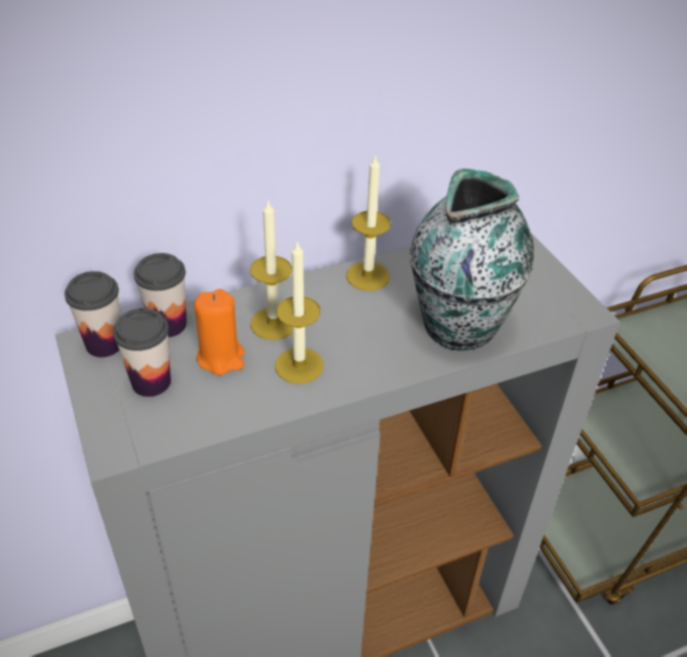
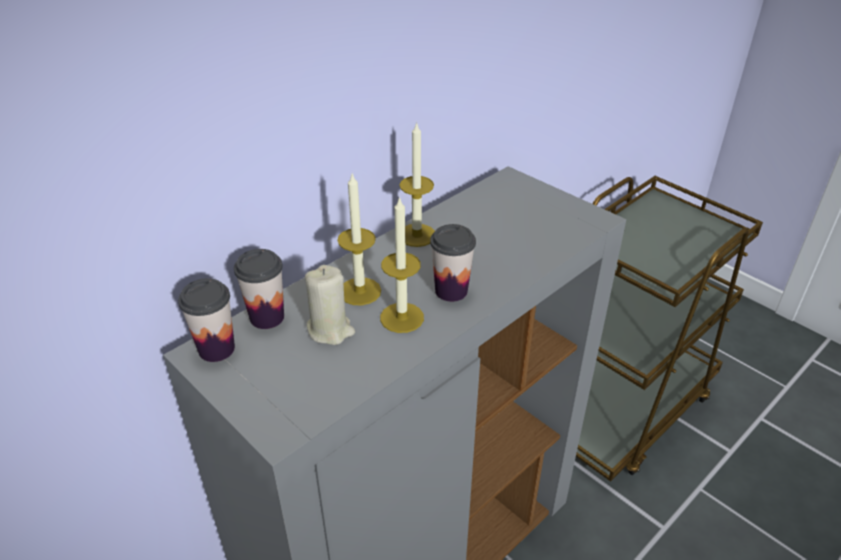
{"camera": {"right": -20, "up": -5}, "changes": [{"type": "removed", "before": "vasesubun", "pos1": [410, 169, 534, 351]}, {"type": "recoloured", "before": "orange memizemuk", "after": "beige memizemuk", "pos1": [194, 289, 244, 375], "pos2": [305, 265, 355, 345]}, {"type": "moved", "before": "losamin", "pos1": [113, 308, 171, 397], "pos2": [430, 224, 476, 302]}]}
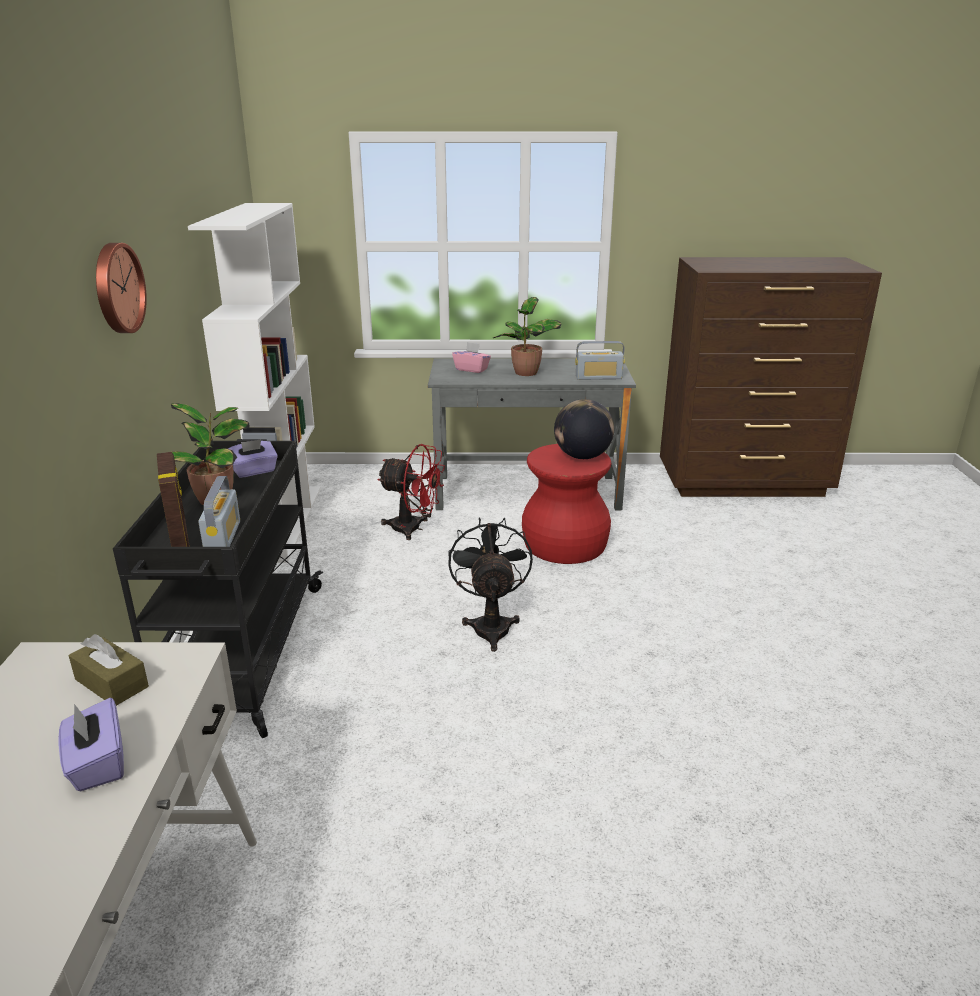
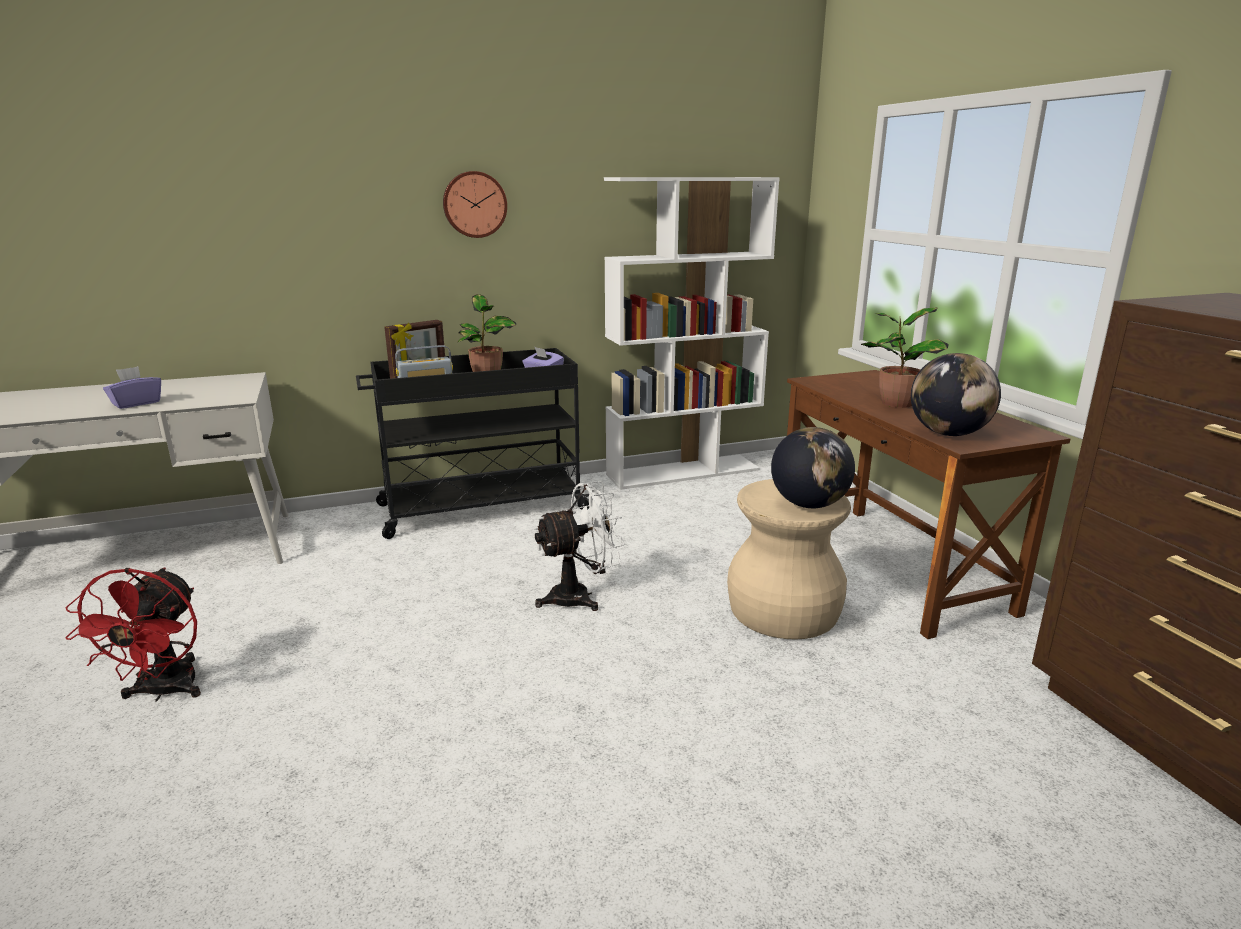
{"camera": {"right": 70, "up": -5}, "changes": [{"type": "replaced", "before": "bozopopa", "after": "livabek", "pos1": [576, 341, 625, 380], "pos2": [911, 353, 1001, 436]}, {"type": "removed", "before": "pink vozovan", "pos1": [452, 342, 491, 373]}, {"type": "recoloured", "before": "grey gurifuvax", "after": "brown gurifuvax", "pos1": [428, 358, 636, 510], "pos2": [787, 370, 1070, 639]}, {"type": "moved", "before": "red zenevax", "pos1": [377, 444, 445, 540], "pos2": [66, 568, 201, 702]}, {"type": "recoloured", "before": "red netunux", "after": "beige netunux", "pos1": [522, 444, 611, 564], "pos2": [727, 479, 851, 639]}, {"type": "recoloured", "before": "black zenevax", "after": "white zenevax", "pos1": [448, 517, 533, 652], "pos2": [534, 481, 625, 611]}, {"type": "removed", "before": "brown vozovan", "pos1": [69, 634, 149, 706]}]}
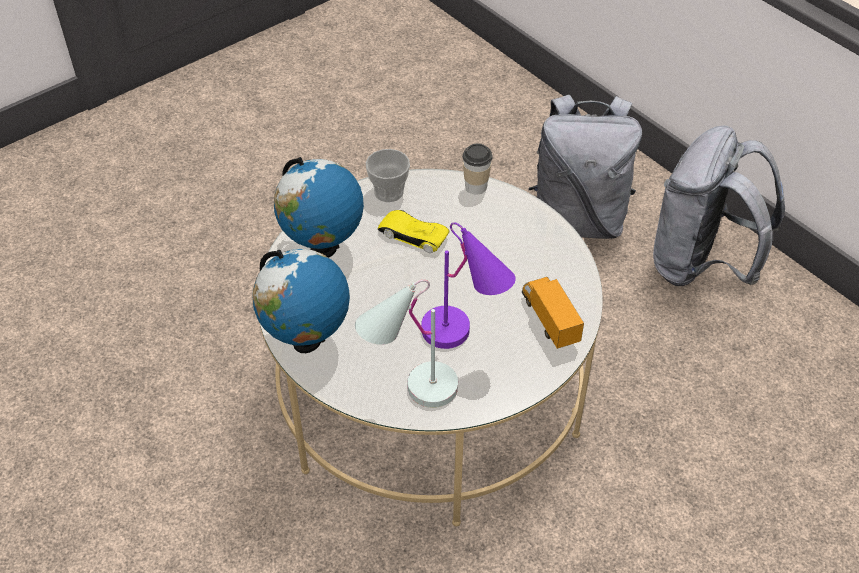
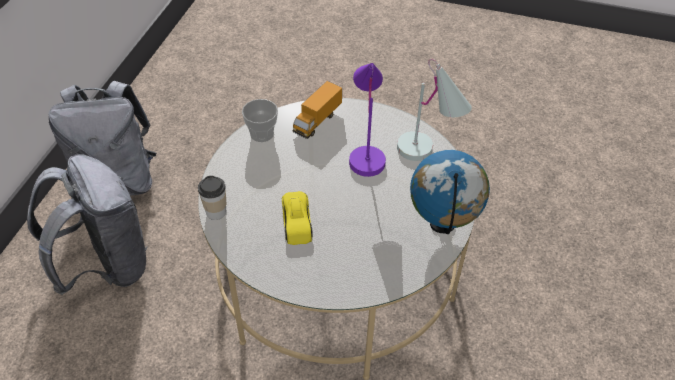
{"camera": {"right": -125, "up": 0}, "changes": [{"type": "moved", "before": "losamin", "pos1": [366, 149, 410, 202], "pos2": [242, 99, 278, 142]}, {"type": "removed", "before": "livabek", "pos1": [274, 157, 364, 258]}]}
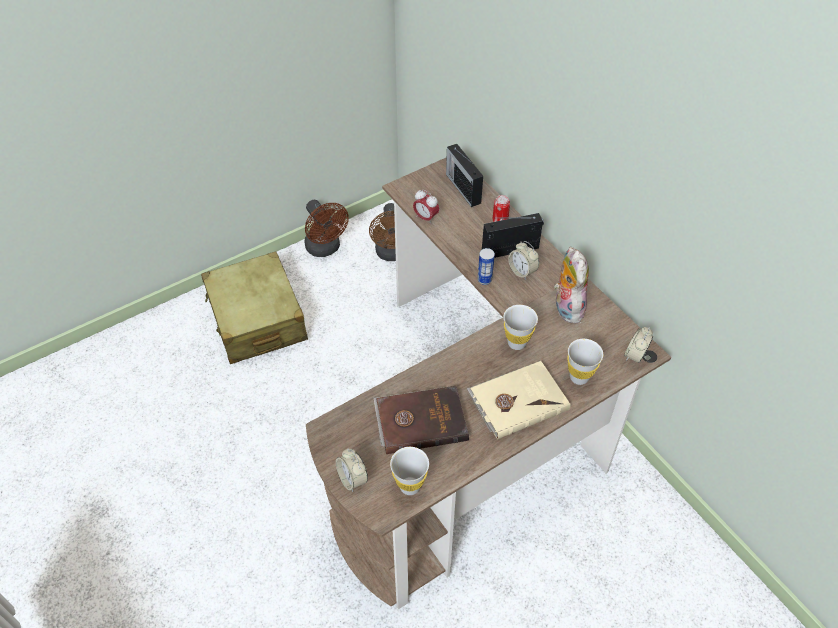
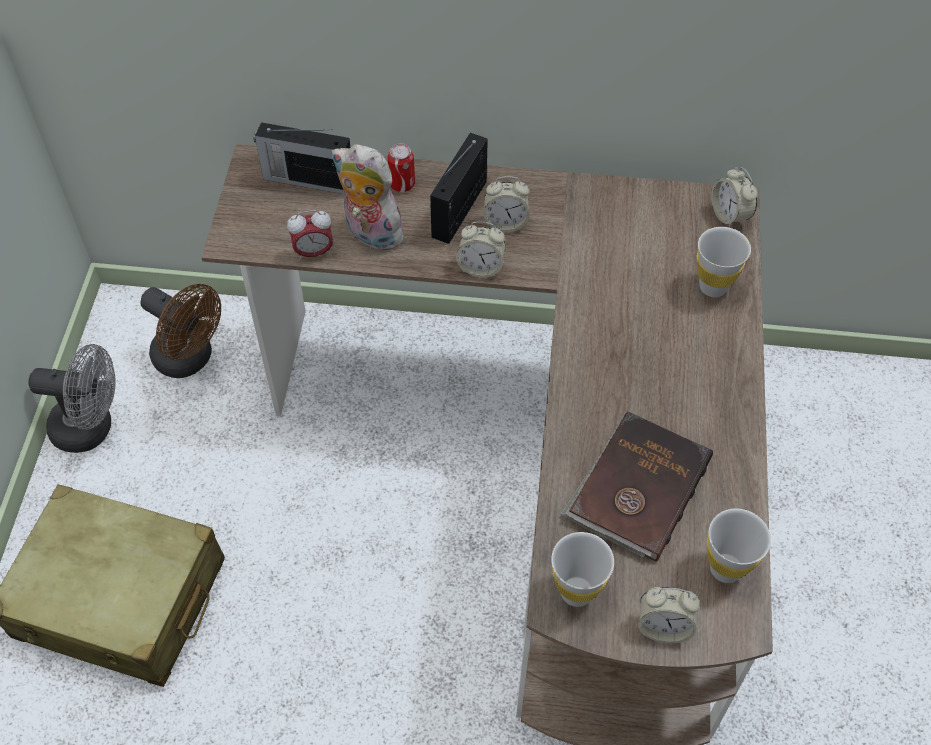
{"camera": {"right": -50, "up": 5}, "changes": [{"type": "recoloured", "before": "brown zenevax", "after": "grey zenevax", "pos1": [304, 200, 349, 257], "pos2": [28, 344, 116, 453]}, {"type": "moved", "before": "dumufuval", "pos1": [554, 247, 589, 324], "pos2": [332, 144, 410, 251]}, {"type": "replaced", "before": "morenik", "after": "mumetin", "pos1": [478, 248, 495, 285], "pos2": [456, 221, 506, 278]}, {"type": "moved", "before": "white losamin", "pos1": [504, 305, 538, 350], "pos2": [551, 532, 614, 607]}, {"type": "removed", "before": "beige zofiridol", "pos1": [467, 361, 571, 439]}]}
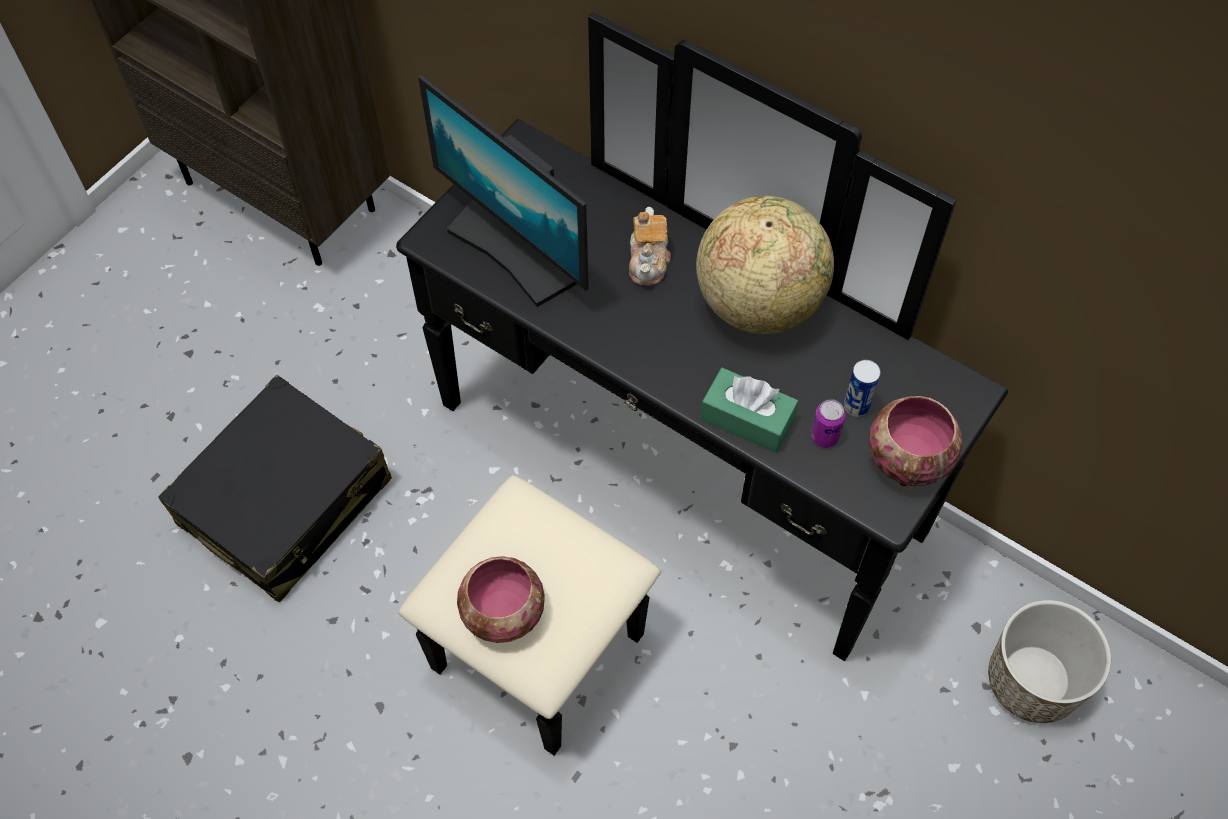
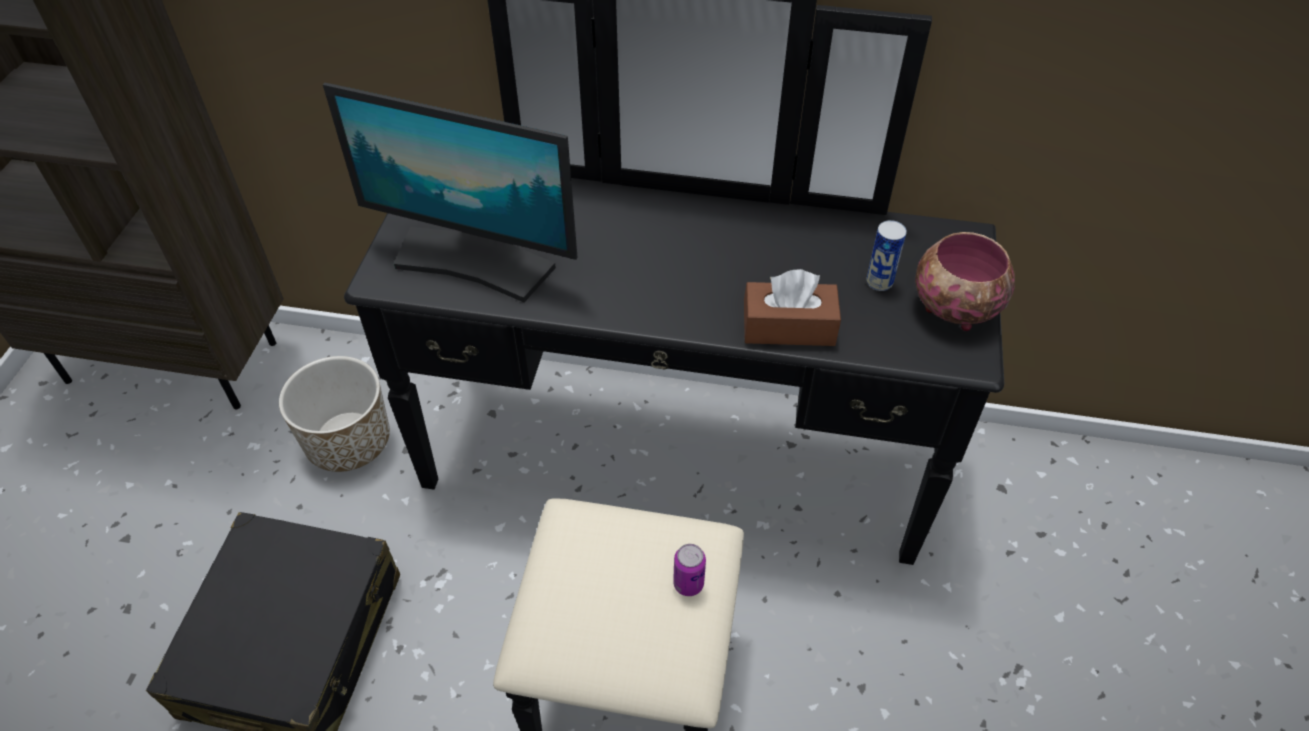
{"camera": {"right": -25, "up": -10}, "changes": [{"type": "removed", "before": "livabek", "pos1": [696, 196, 834, 334]}, {"type": "removed", "before": "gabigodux", "pos1": [629, 207, 671, 286]}, {"type": "recoloured", "before": "green vozovan", "after": "brown vozovan", "pos1": [700, 368, 799, 453], "pos2": [744, 269, 841, 346]}, {"type": "moved", "before": "morenik", "pos1": [811, 399, 846, 448], "pos2": [673, 544, 706, 596]}, {"type": "removed", "before": "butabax", "pos1": [457, 556, 545, 643]}, {"type": "moved", "before": "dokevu", "pos1": [988, 600, 1111, 723], "pos2": [279, 356, 390, 472]}]}
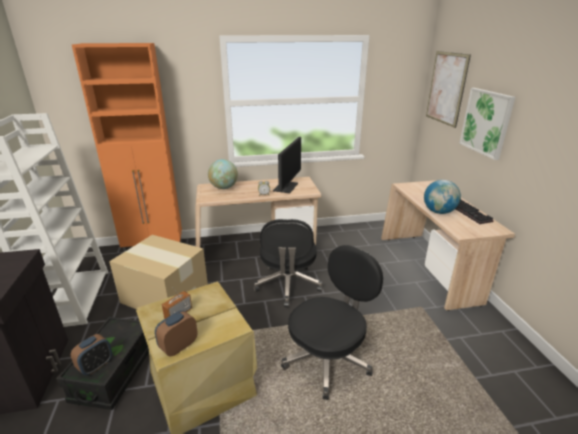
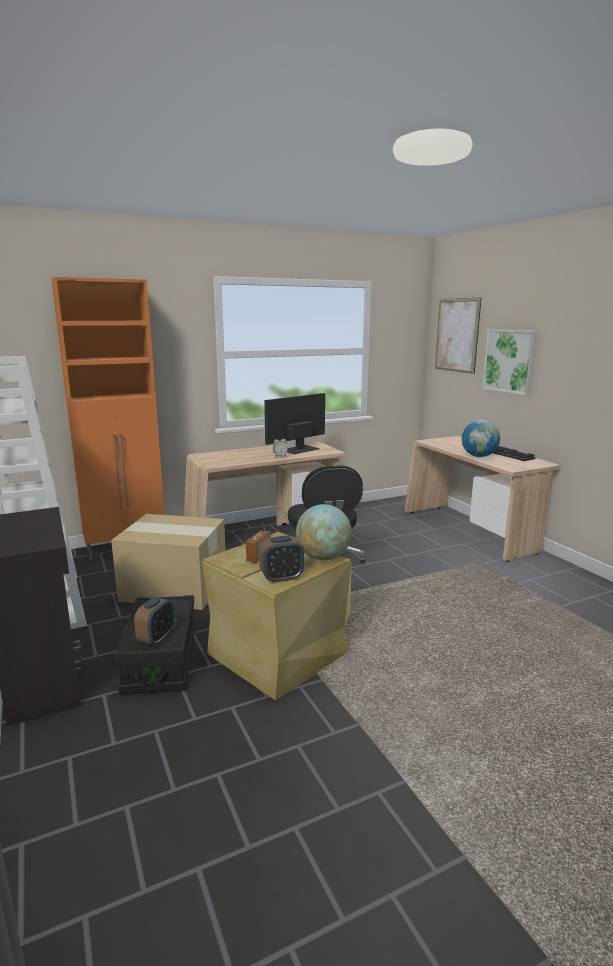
{"camera": {"right": -15, "up": -10}, "changes": [{"type": "turned", "before": "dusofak", "pos1": [273, 137, 301, 193], "pos2": [264, 393, 325, 454], "turn": -135}, {"type": "moved", "before": "livabek", "pos1": [208, 159, 238, 189], "pos2": [296, 504, 352, 560]}, {"type": "removed", "before": "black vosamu", "pos1": [281, 245, 383, 400]}, {"type": "turned", "before": "mumetin", "pos1": [155, 310, 198, 356], "pos2": [259, 536, 304, 583], "turn": -135}]}
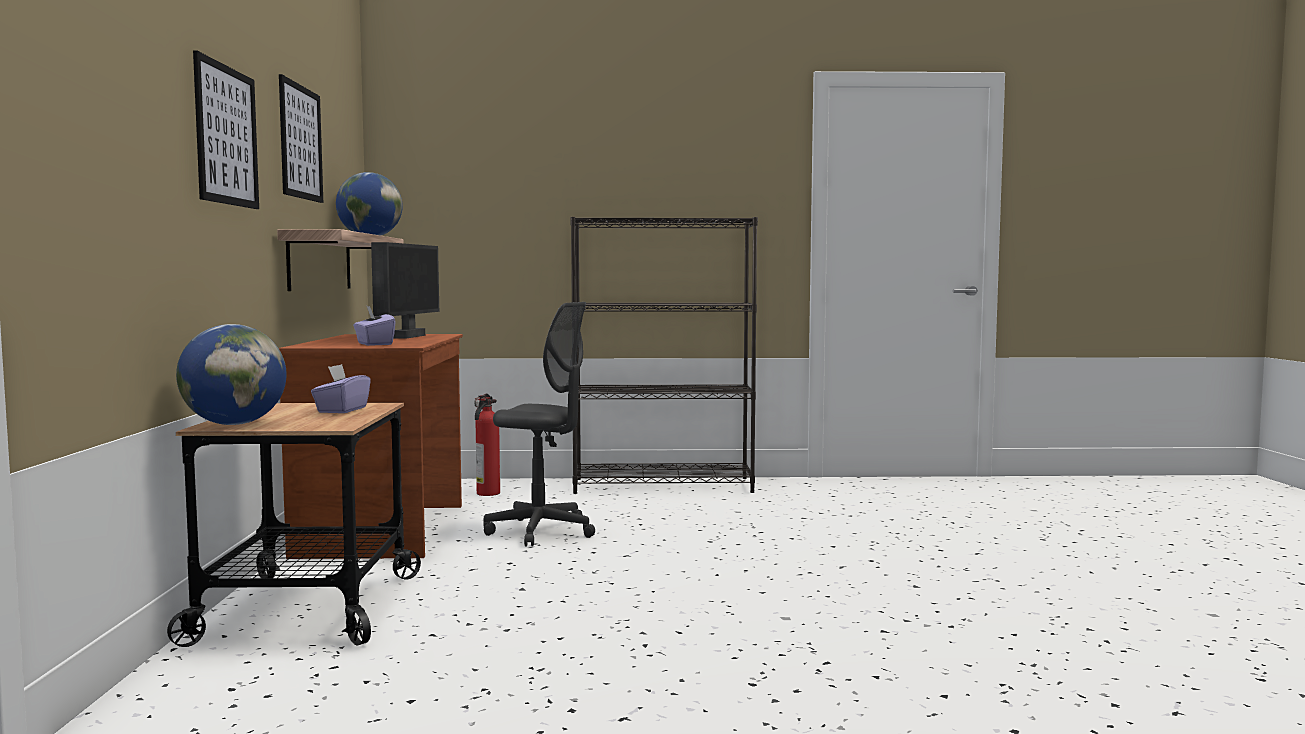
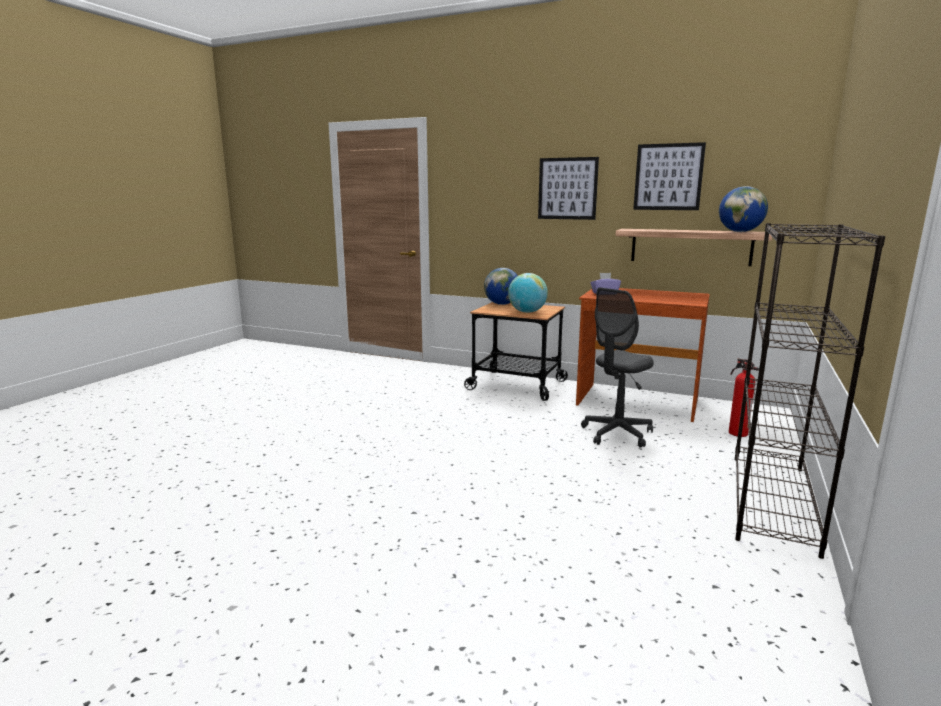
{"camera": {"right": 115, "up": 10}, "changes": [{"type": "removed", "before": "dusofak", "pos1": [371, 242, 439, 339]}, {"type": "replaced", "before": "purple vozovan", "after": "livabek", "pos1": [311, 364, 371, 413], "pos2": [508, 273, 548, 313]}]}
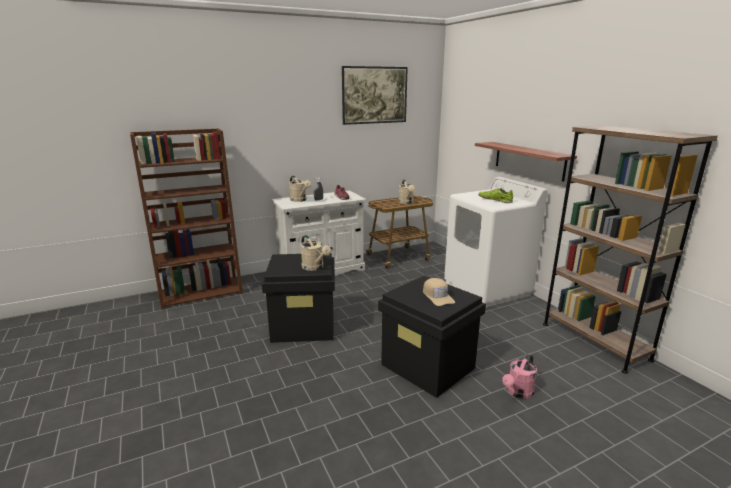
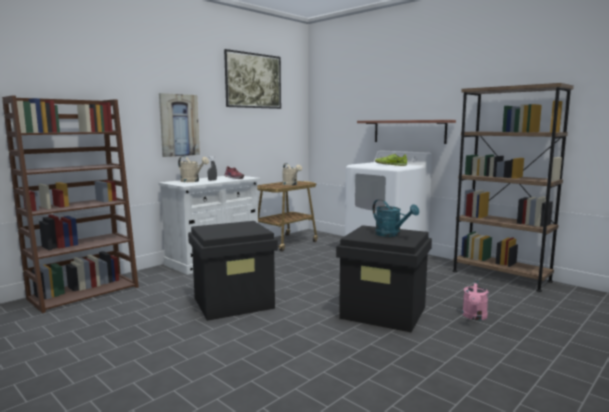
{"camera": {"right": -20, "up": -10}, "changes": [{"type": "removed", "before": "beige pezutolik", "pos1": [301, 235, 331, 271]}, {"type": "replaced", "before": "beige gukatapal", "after": "turquoise pezutolik", "pos1": [423, 278, 455, 306], "pos2": [372, 199, 419, 237]}, {"type": "added", "after": "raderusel", "pos2": [159, 93, 200, 157]}]}
